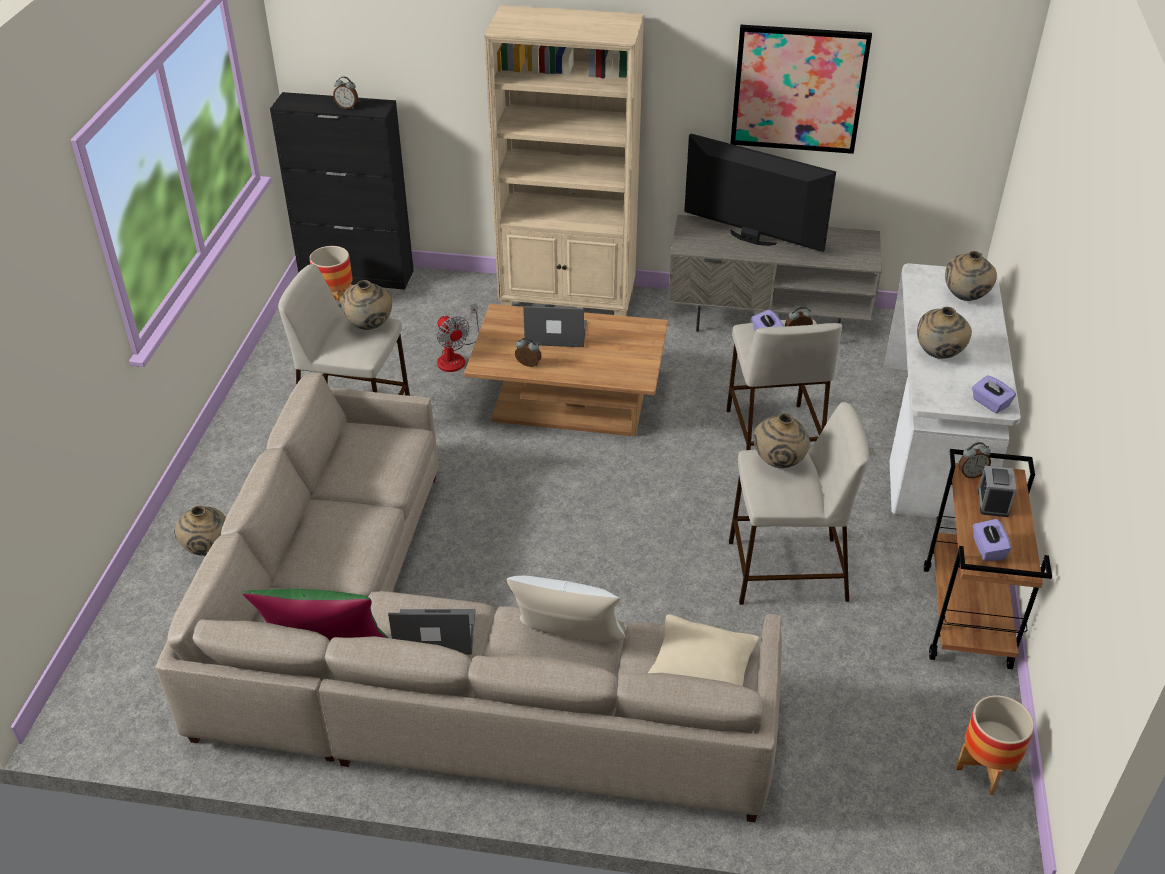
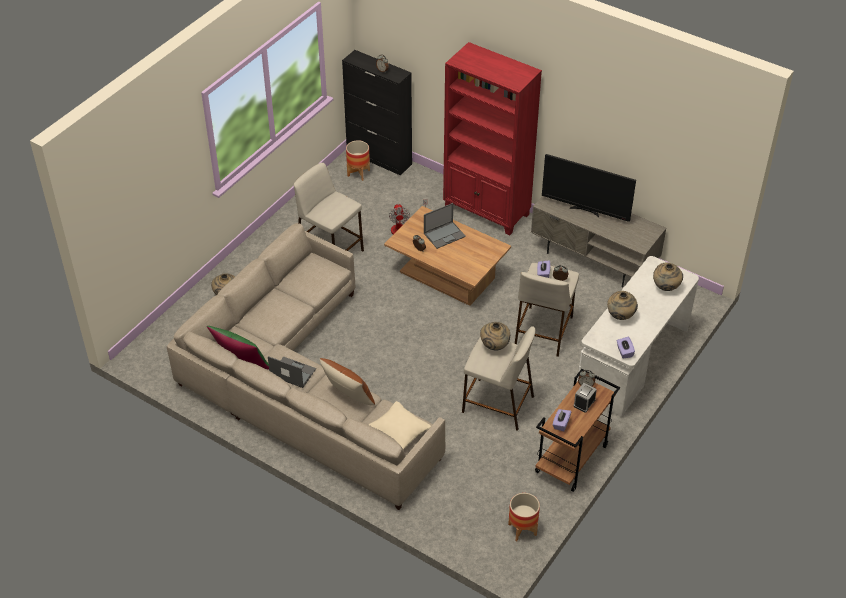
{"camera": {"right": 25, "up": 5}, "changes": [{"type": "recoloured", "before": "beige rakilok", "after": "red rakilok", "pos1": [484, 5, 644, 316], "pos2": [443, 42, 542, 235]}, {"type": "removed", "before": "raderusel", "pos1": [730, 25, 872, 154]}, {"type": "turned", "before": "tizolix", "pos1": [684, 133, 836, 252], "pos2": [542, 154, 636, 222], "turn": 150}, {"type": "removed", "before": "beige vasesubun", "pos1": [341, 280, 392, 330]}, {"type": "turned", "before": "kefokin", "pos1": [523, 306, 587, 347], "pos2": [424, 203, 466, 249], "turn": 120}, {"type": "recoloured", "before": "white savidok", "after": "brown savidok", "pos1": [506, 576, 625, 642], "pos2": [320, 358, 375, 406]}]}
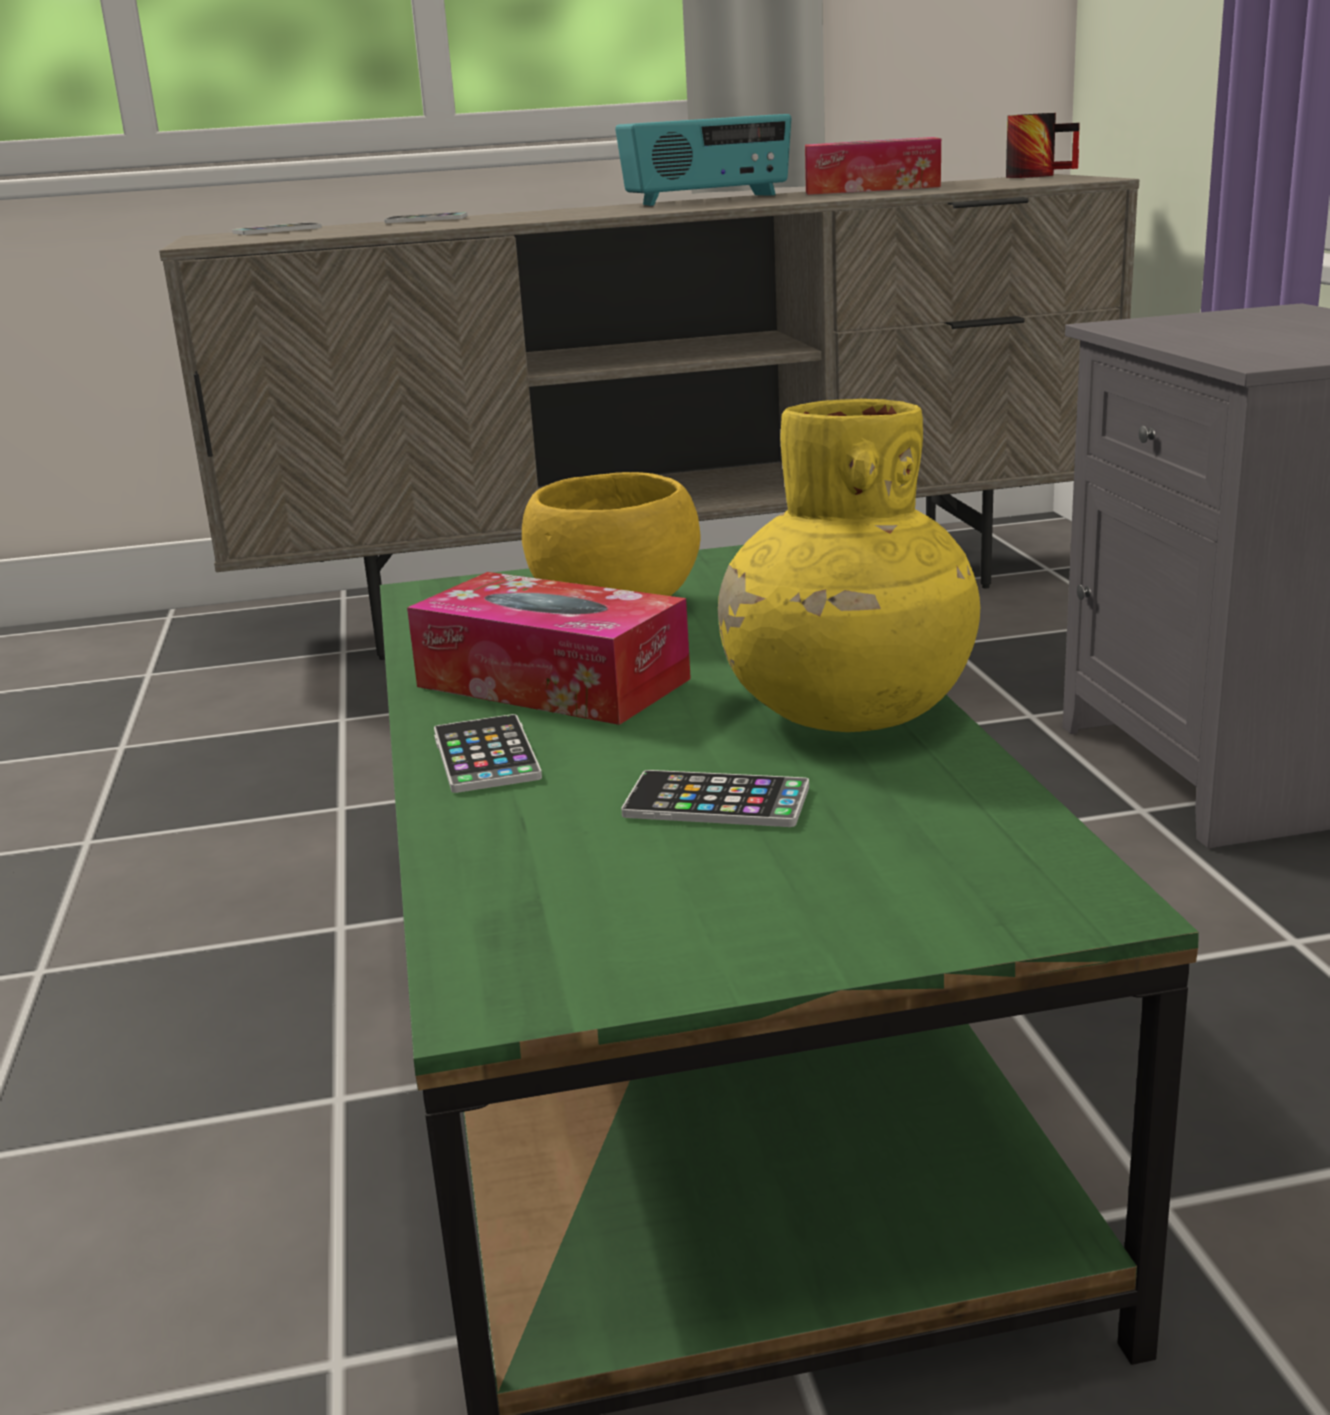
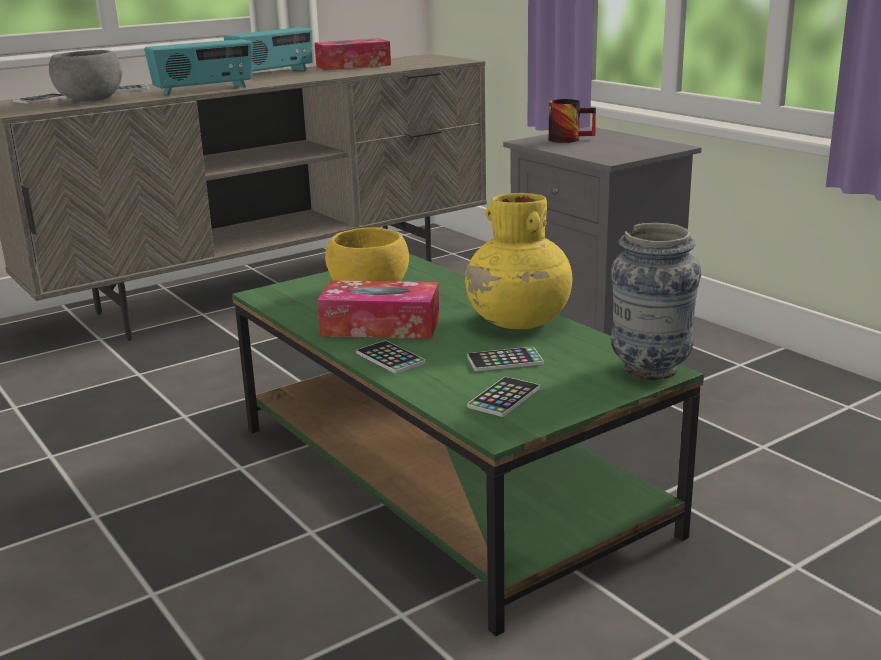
{"camera": {"right": -25, "up": 0}, "changes": [{"type": "moved", "before": "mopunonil", "pos1": [1006, 113, 1080, 178], "pos2": [549, 99, 596, 143]}, {"type": "added", "after": "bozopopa", "pos2": [144, 39, 252, 95]}, {"type": "added", "after": "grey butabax", "pos2": [49, 50, 122, 101]}, {"type": "added", "after": "vasesubun", "pos2": [611, 223, 701, 380]}, {"type": "added", "after": "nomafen", "pos2": [467, 377, 540, 417]}]}
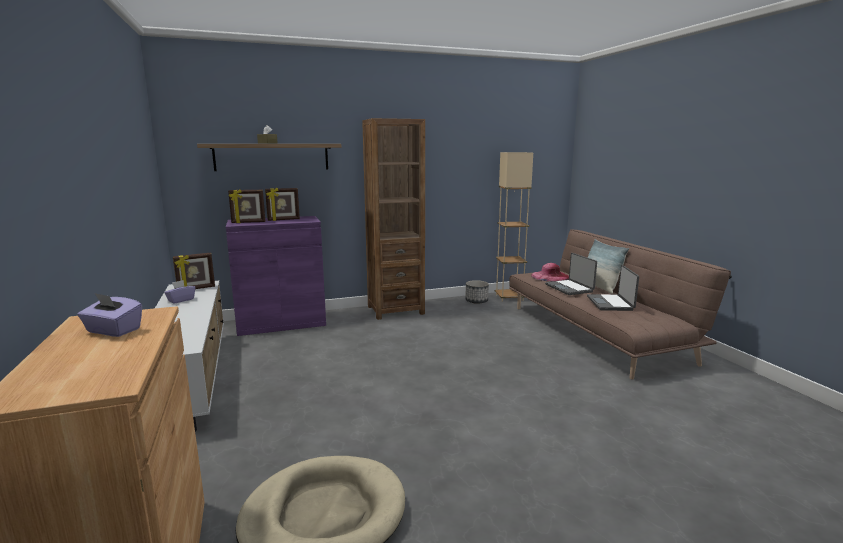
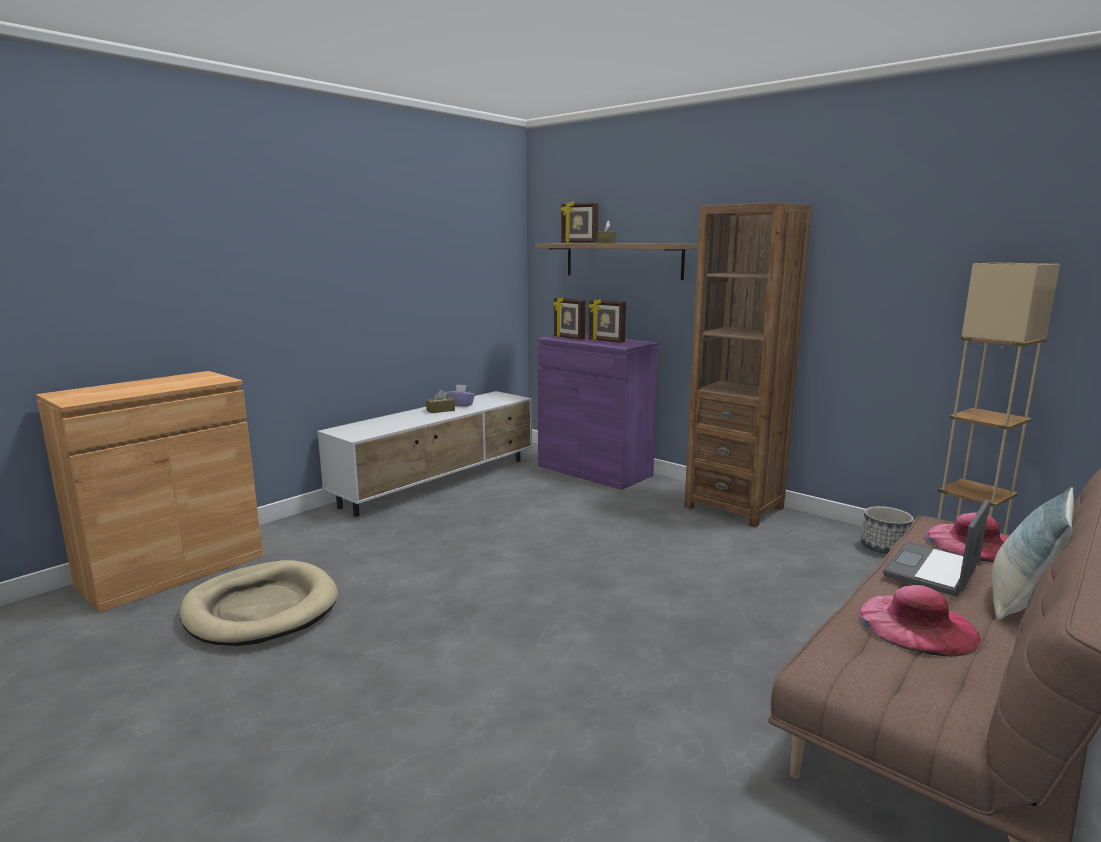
{"camera": {"right": 60, "up": 0}, "changes": [{"type": "moved", "before": "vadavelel", "pos1": [173, 253, 215, 289], "pos2": [561, 201, 599, 243]}, {"type": "replaced", "before": "kefokin", "after": "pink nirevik", "pos1": [587, 265, 639, 311], "pos2": [858, 585, 981, 657]}, {"type": "removed", "before": "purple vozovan", "pos1": [77, 293, 142, 337]}, {"type": "added", "after": "brown vozovan", "pos2": [426, 389, 455, 413]}]}
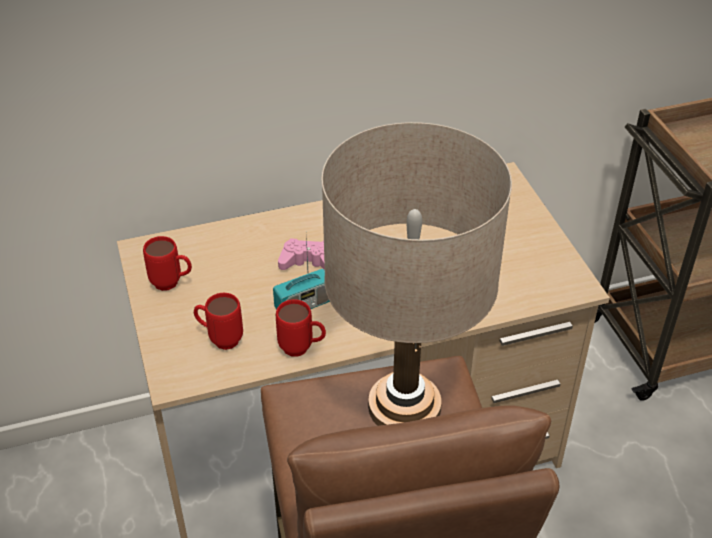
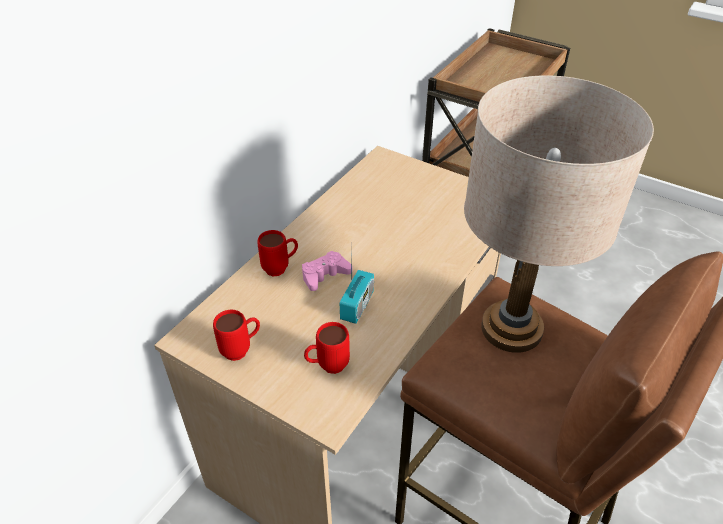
{"camera": {"right": -40, "up": 0}, "changes": [{"type": "moved", "before": "red mopunonil", "pos1": [276, 299, 326, 357], "pos2": [257, 230, 298, 276]}]}
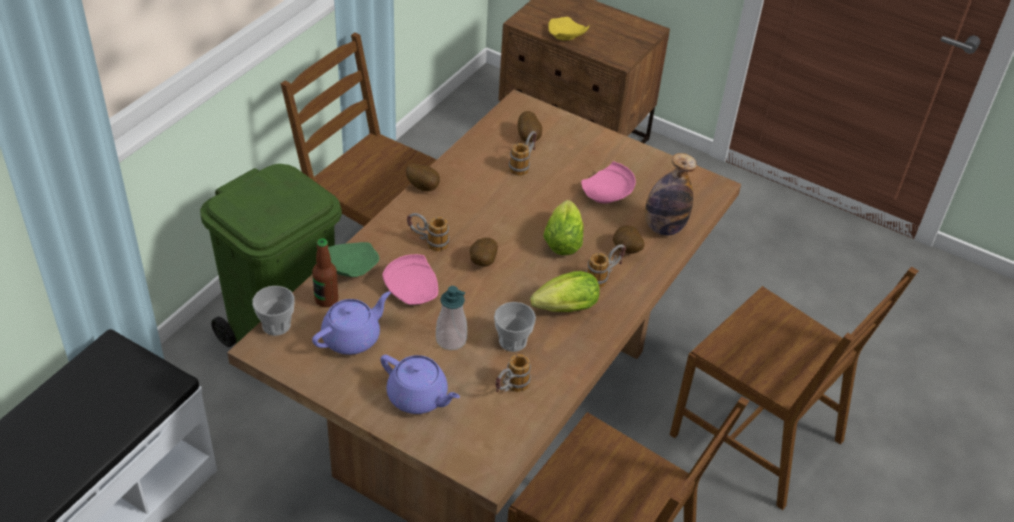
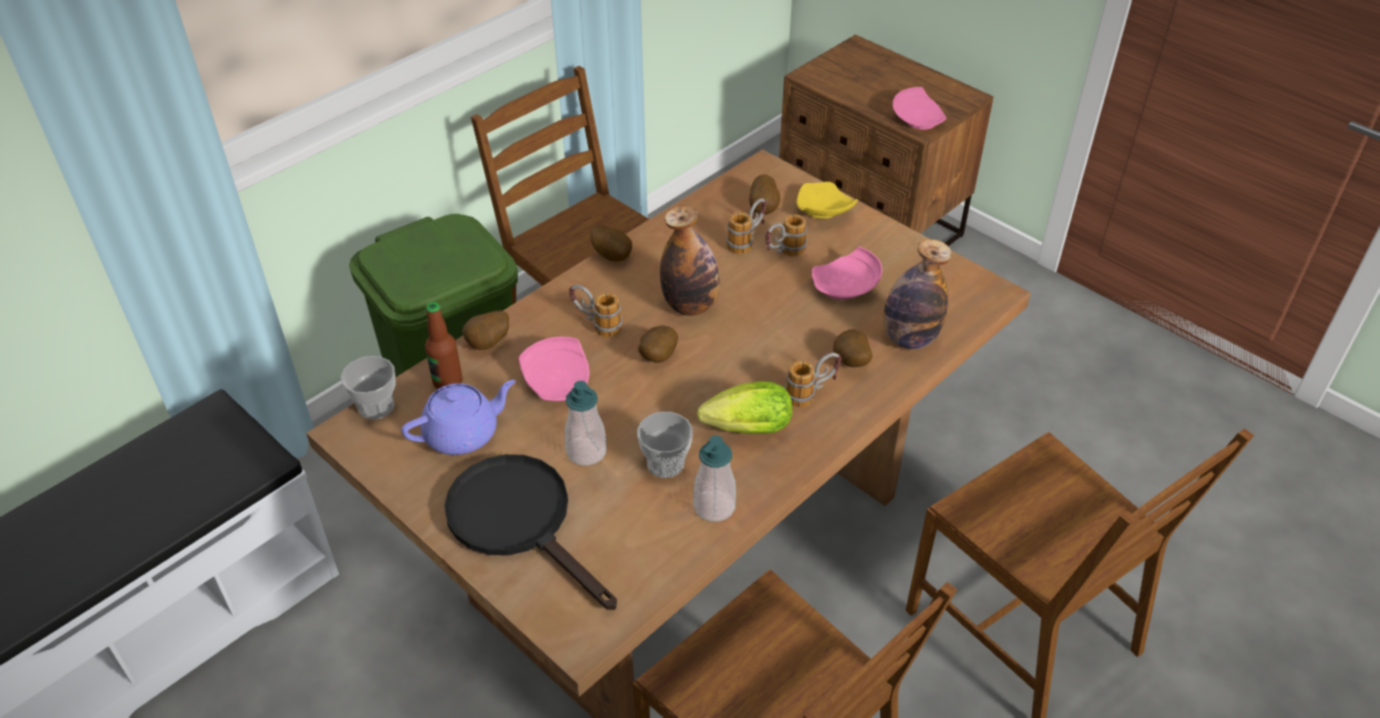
{"camera": {"right": 15, "up": 0}, "changes": [{"type": "moved", "before": "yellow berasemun", "pos1": [548, 17, 589, 41], "pos2": [796, 182, 858, 219]}, {"type": "removed", "before": "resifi", "pos1": [543, 200, 584, 255]}, {"type": "replaced", "before": "green berasemun", "after": "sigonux", "pos1": [328, 242, 379, 277], "pos2": [462, 310, 509, 350]}, {"type": "moved", "before": "mopunonil", "pos1": [496, 354, 531, 392], "pos2": [765, 214, 807, 257]}, {"type": "replaced", "before": "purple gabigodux", "after": "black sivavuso", "pos1": [380, 355, 460, 414], "pos2": [444, 454, 617, 610]}, {"type": "added", "after": "pink berasemun", "pos2": [893, 87, 946, 130]}, {"type": "added", "after": "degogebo", "pos2": [660, 205, 720, 316]}, {"type": "added", "after": "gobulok", "pos2": [693, 435, 736, 522]}]}
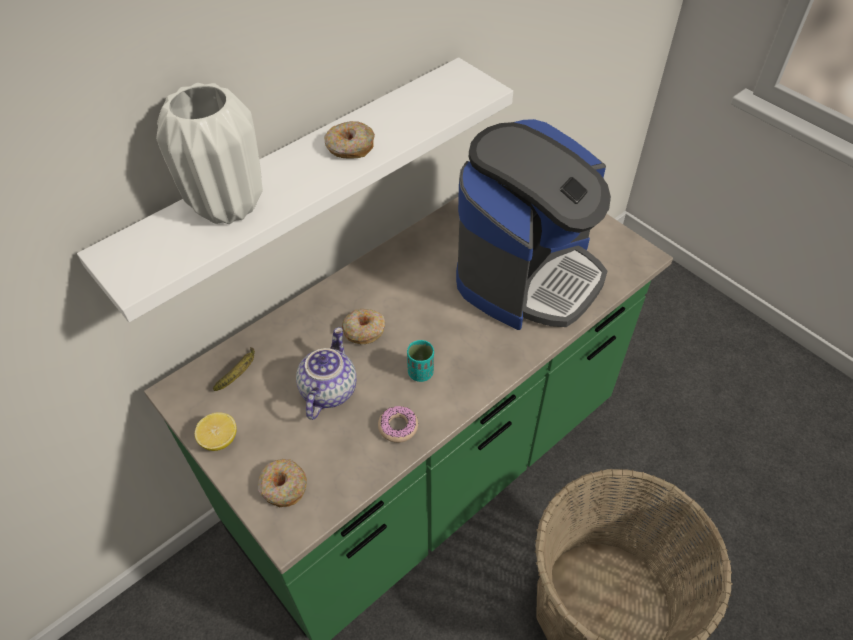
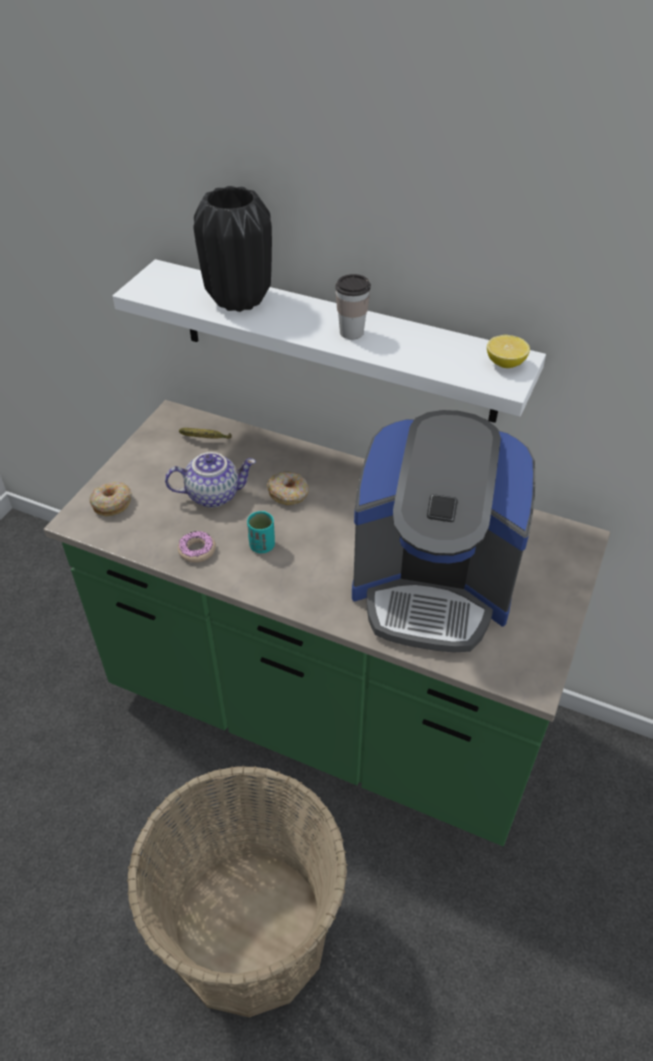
{"camera": {"right": 65, "up": -5}, "changes": [{"type": "recoloured", "before": "white vasesubun", "after": "black vasesubun", "pos1": [156, 83, 263, 224], "pos2": [193, 186, 272, 312]}, {"type": "replaced", "before": "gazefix", "after": "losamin", "pos1": [324, 121, 375, 158], "pos2": [335, 274, 371, 340]}, {"type": "moved", "before": "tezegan", "pos1": [195, 412, 237, 451], "pos2": [487, 335, 530, 368]}]}
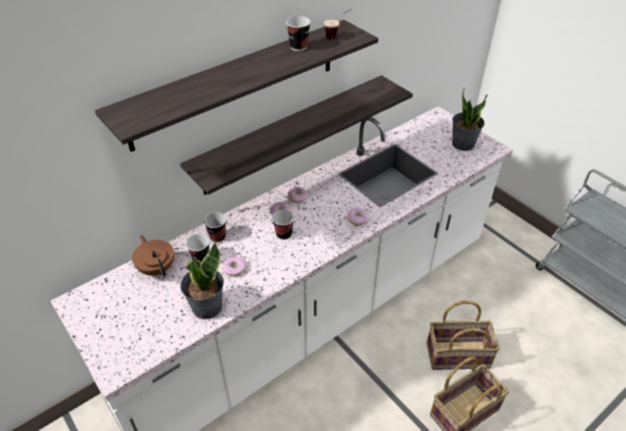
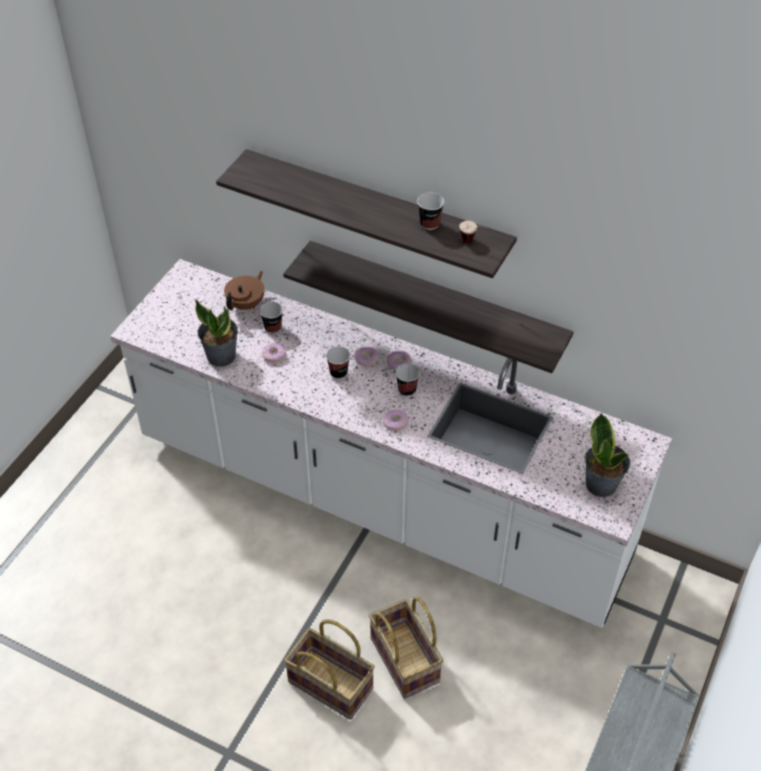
{"camera": {"right": 65, "up": 5}, "changes": [{"type": "moved", "before": "losamin", "pos1": [204, 212, 226, 243], "pos2": [395, 363, 420, 396]}]}
